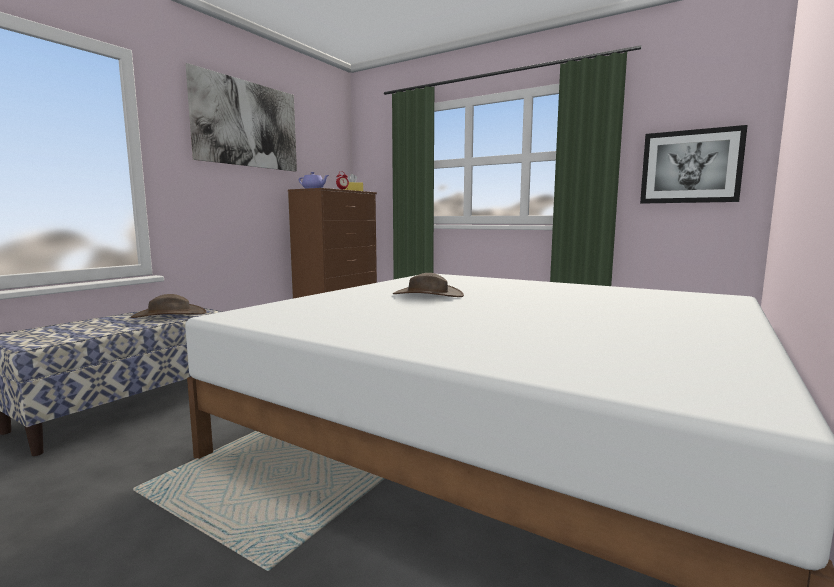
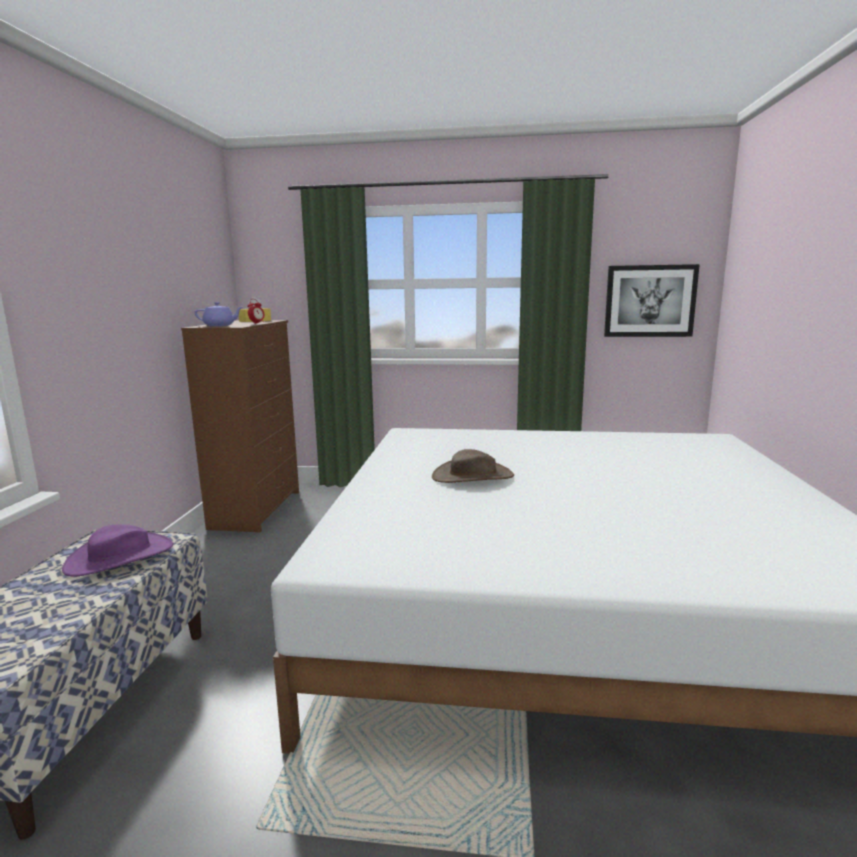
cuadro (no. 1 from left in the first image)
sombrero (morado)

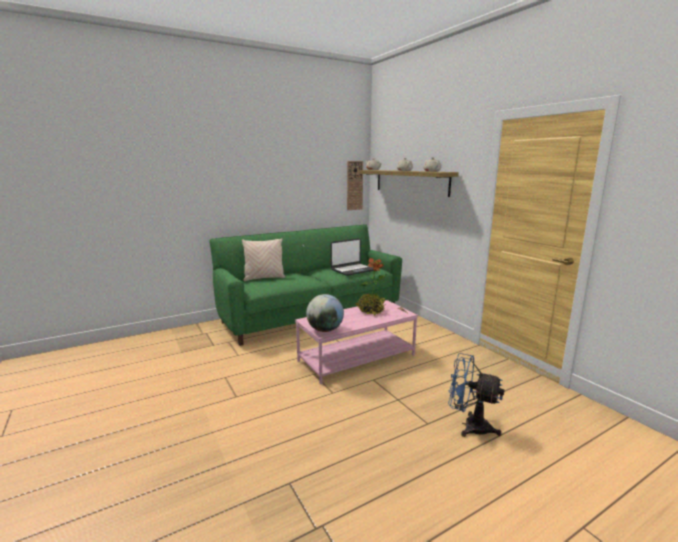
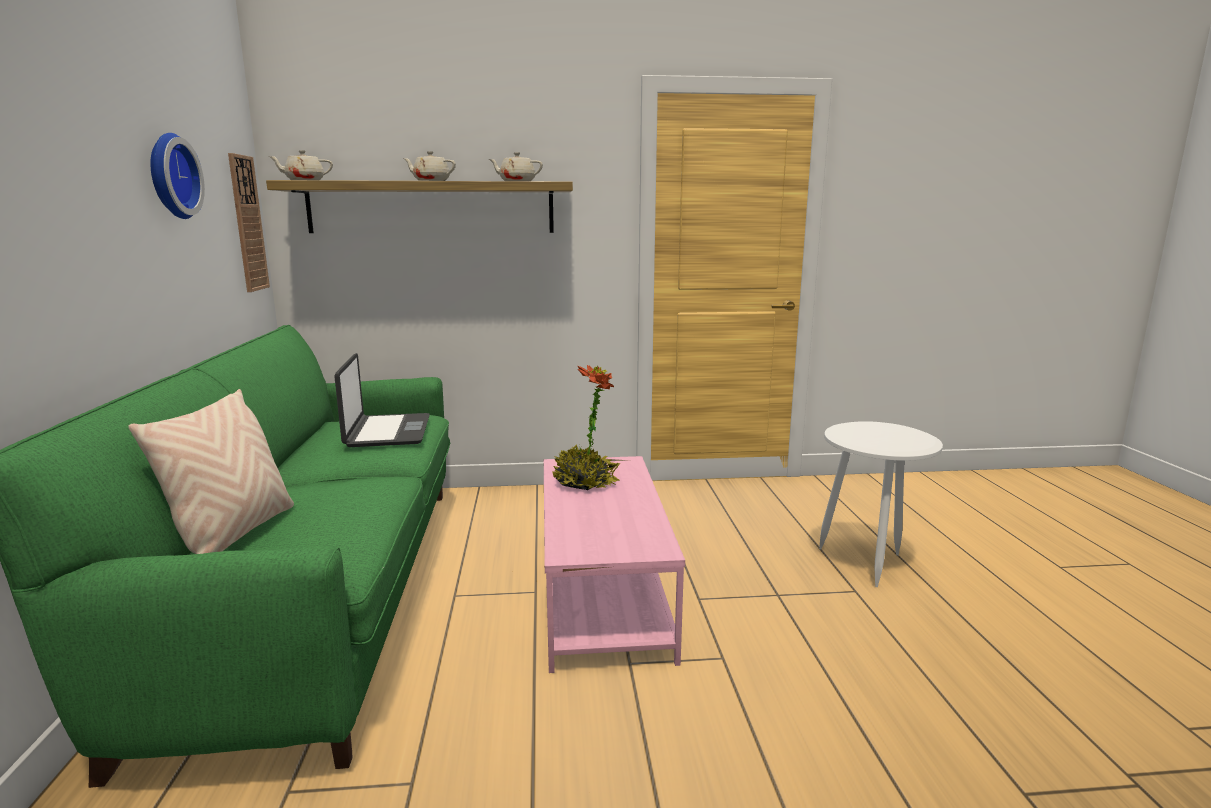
globo terráqueo
reloj de pared (no. 1 from left)
mesa auxiliar (blanco)

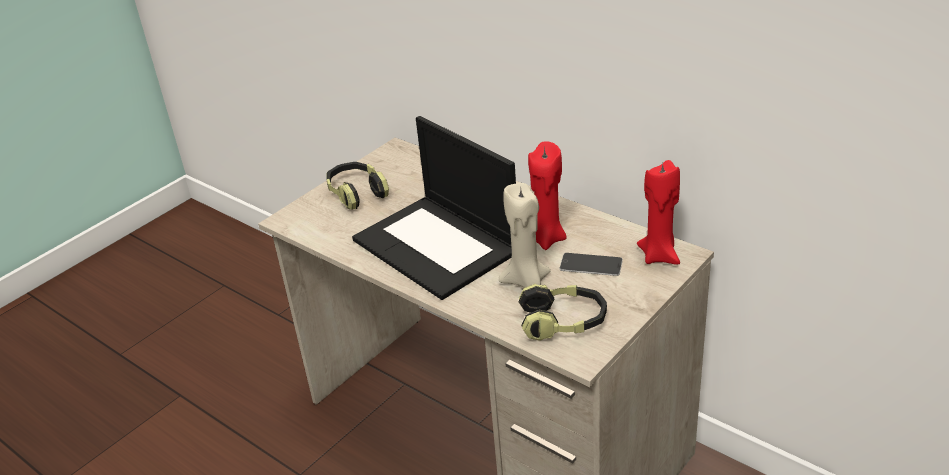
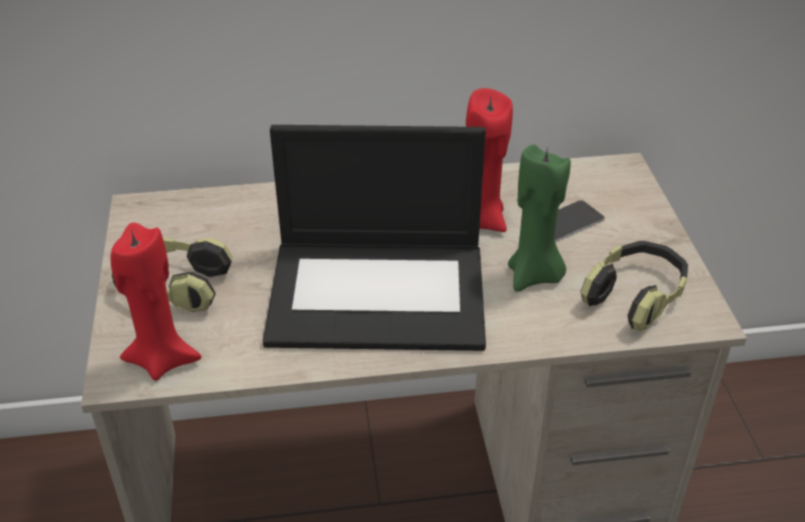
vela (rojo) (no. 1 from left)
vela (verde)

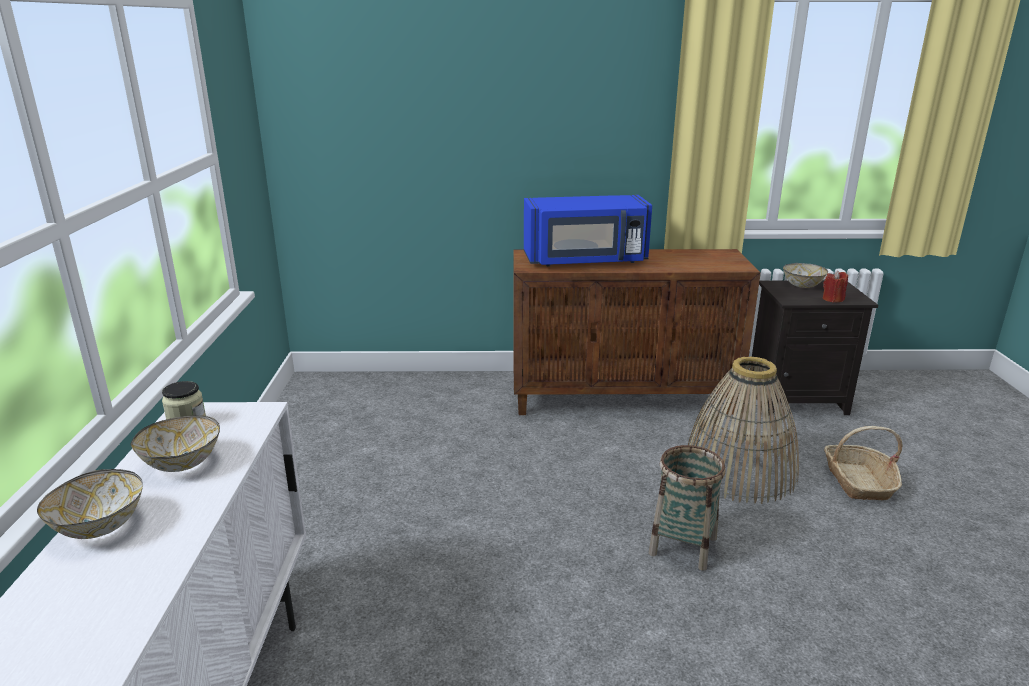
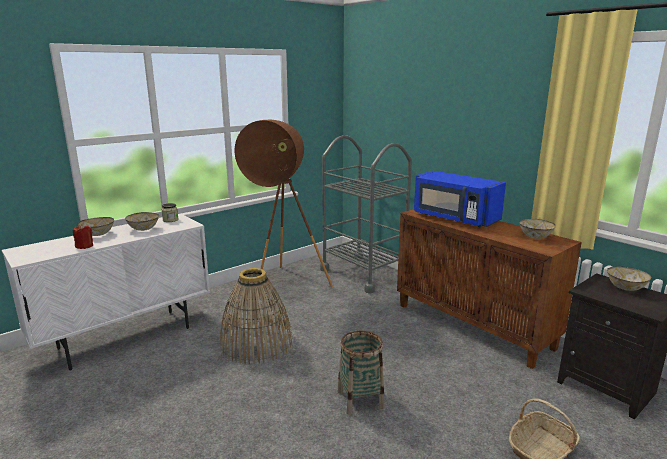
lámpara de pie (marrón)
carrito (gris)
cuenco (no. 3 from left)
cesta (no. 1 from left)
vela (rojo)

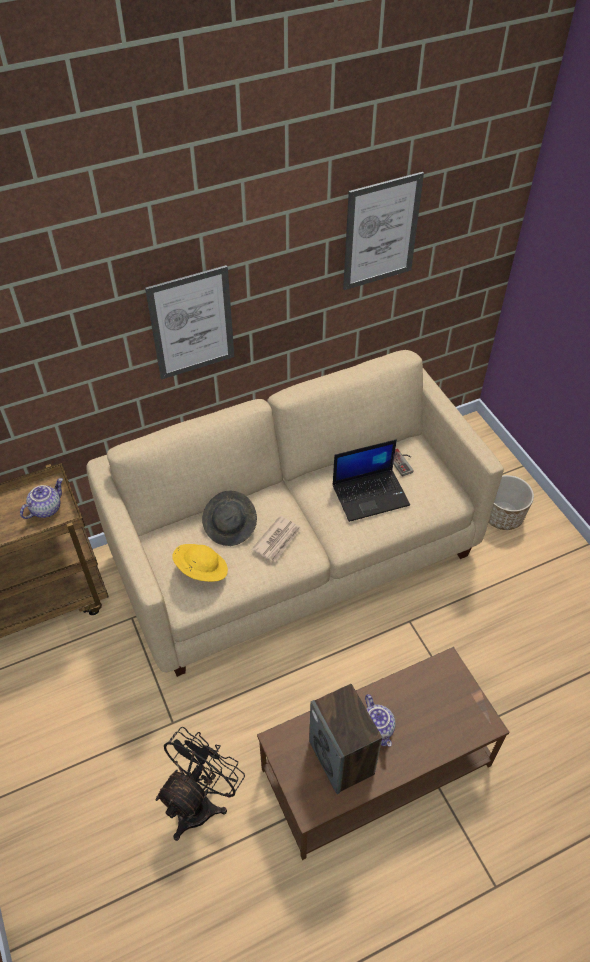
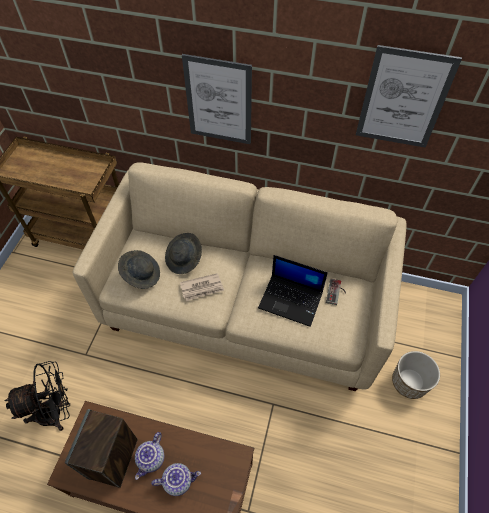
tetera (no. 2 from left)
sombrero (gris) (no. 1 from left)

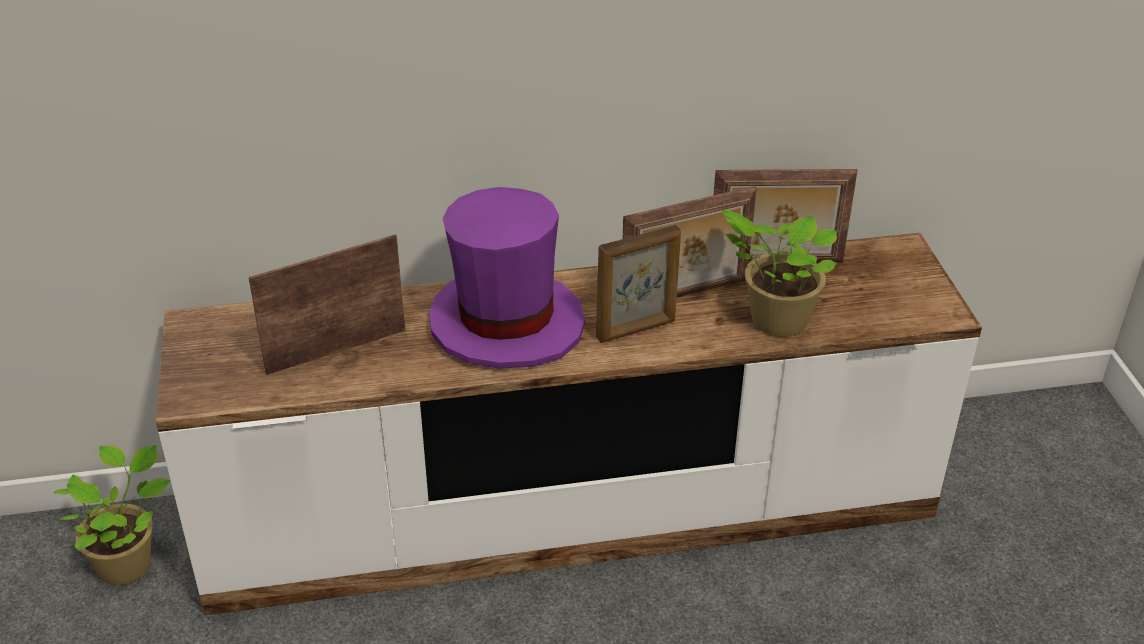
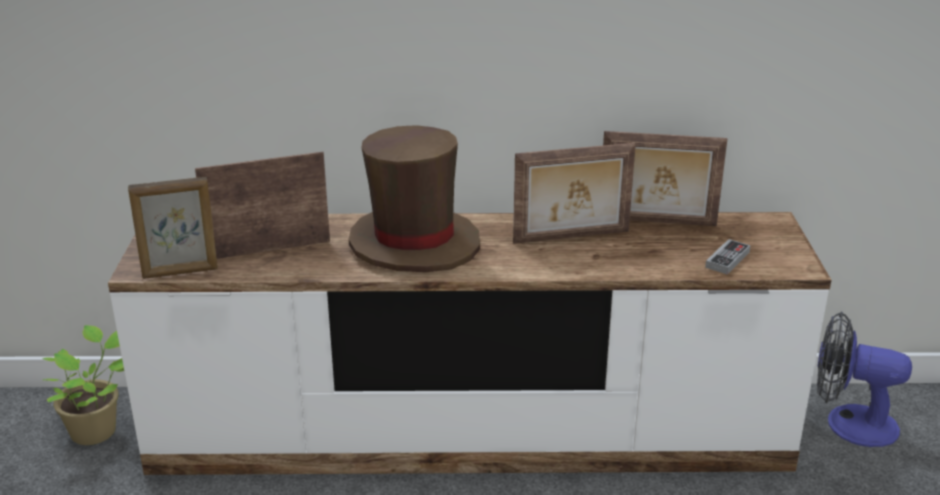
planta en maceta (no. 2 from left in the first image)
mando de consola
ventilador
portarretratos (no. 1 from left)
sombrero (marrón)

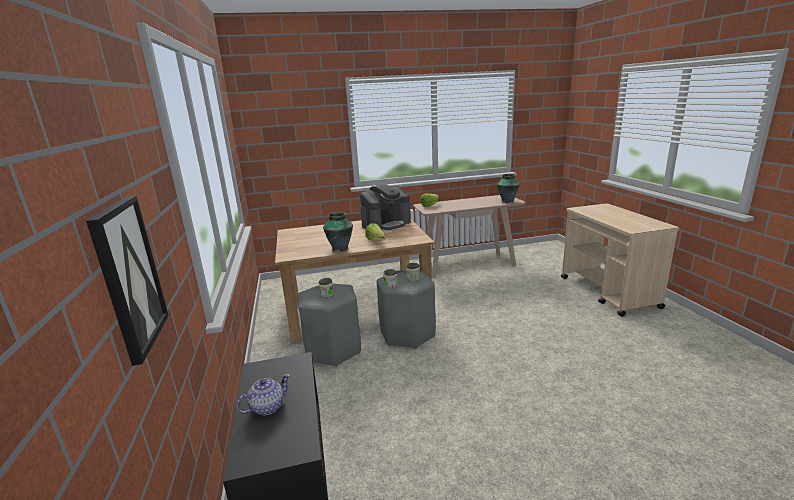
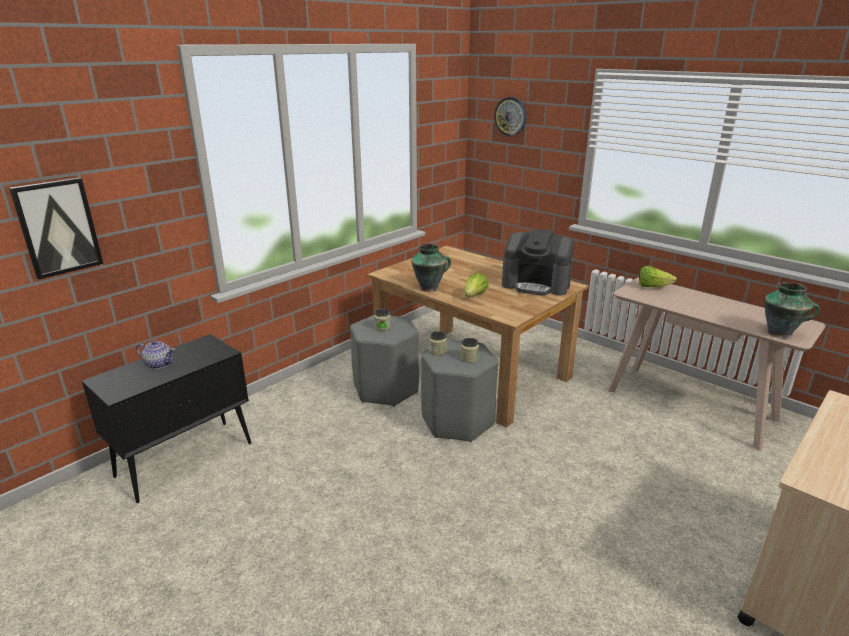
reloj de pared

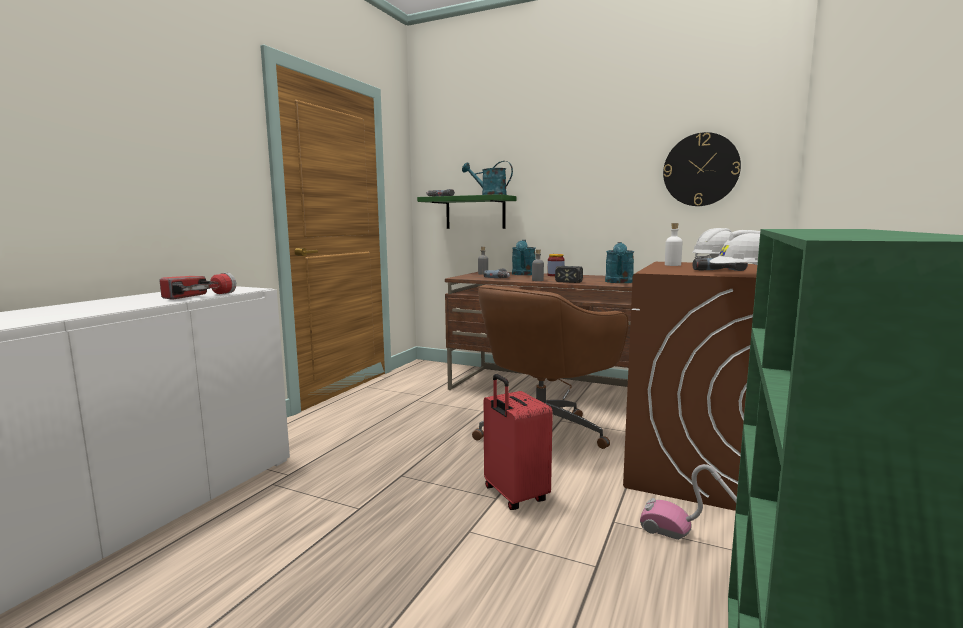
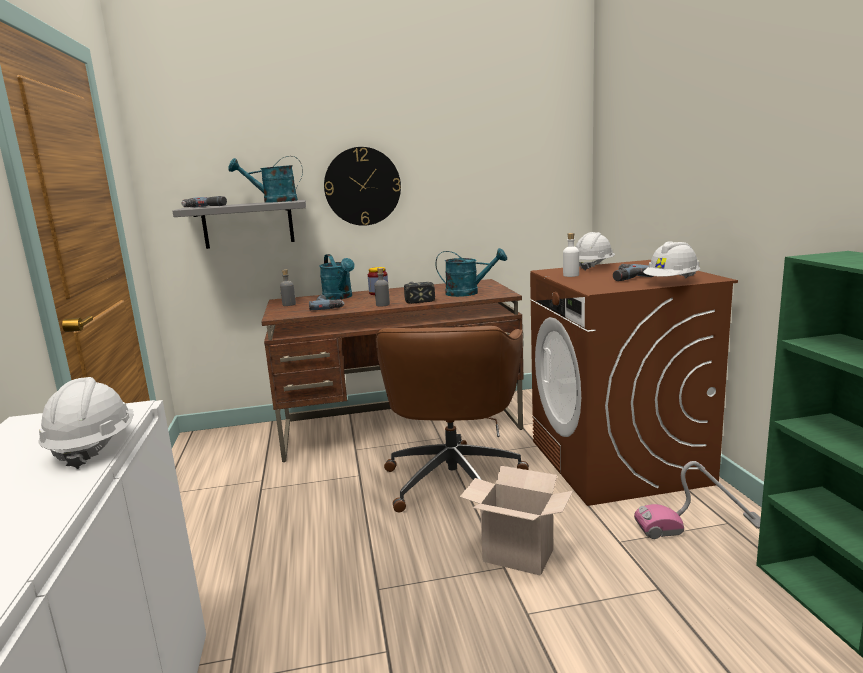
reloj de pared
casco (blanco) (no. 1 from left)
caja de cartón
estante (gris)
regadera (turquesa) (no. 3 from left)

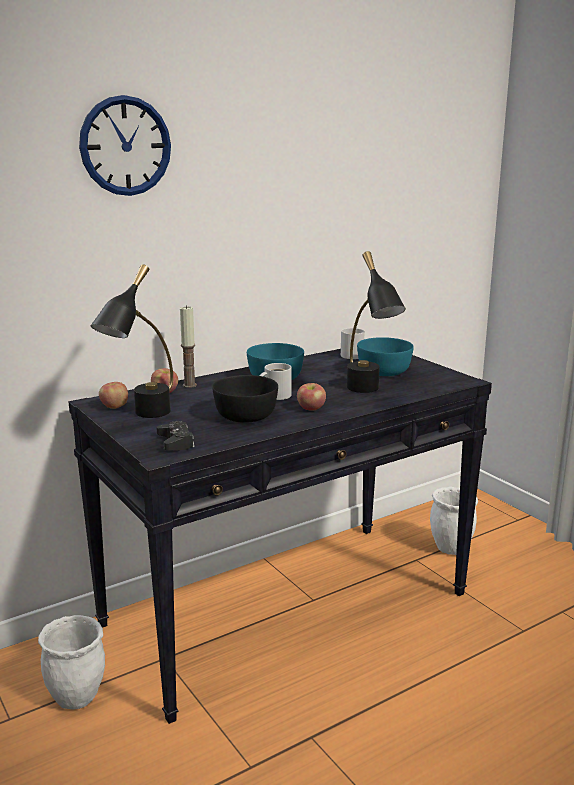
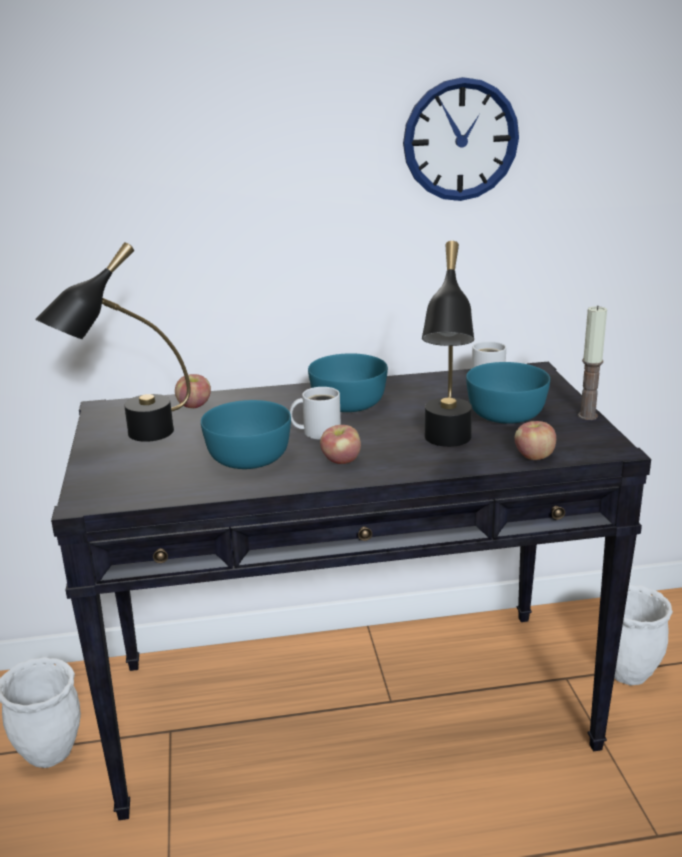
mando de consola (negro)
reloj de pared
manzana (no. 3 from left)
vela
cuenco (turquesa) (no. 1 from left)

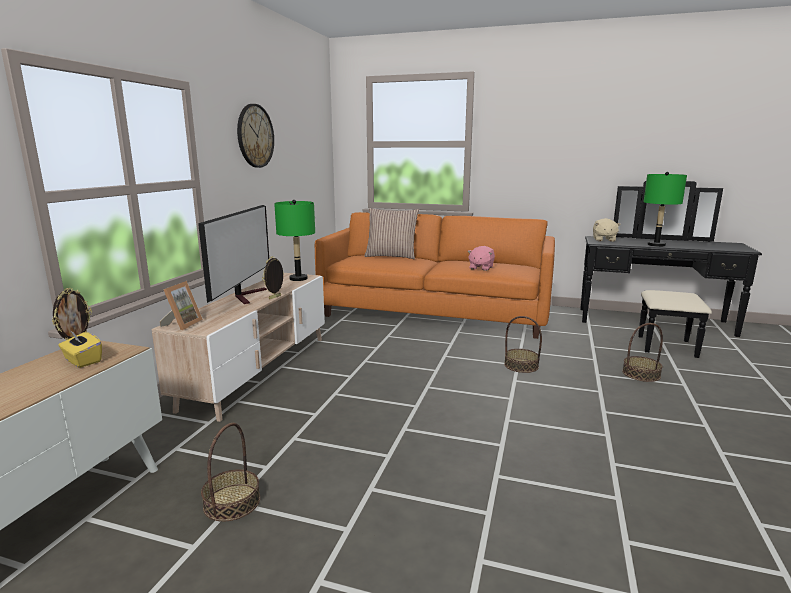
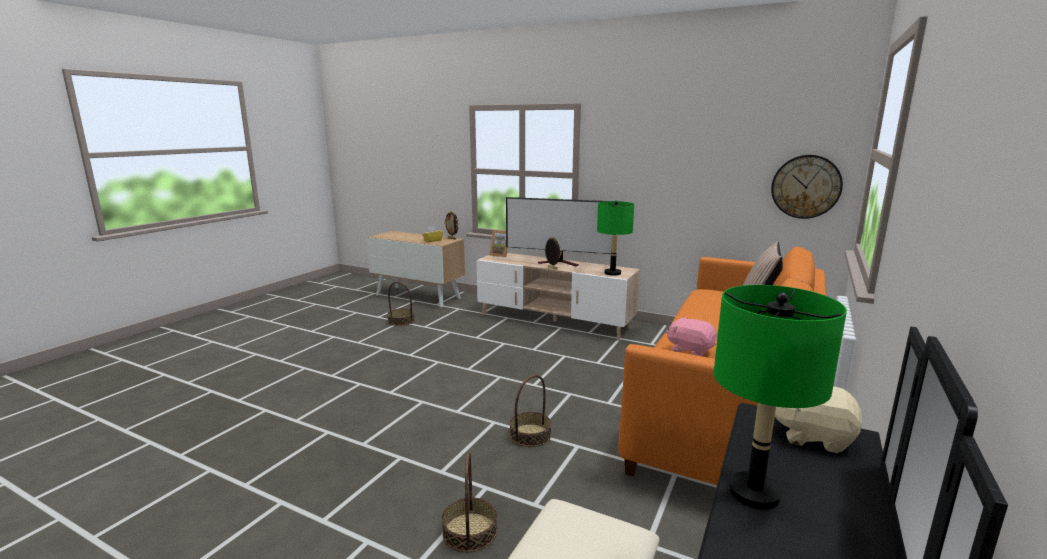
reloj de pared

